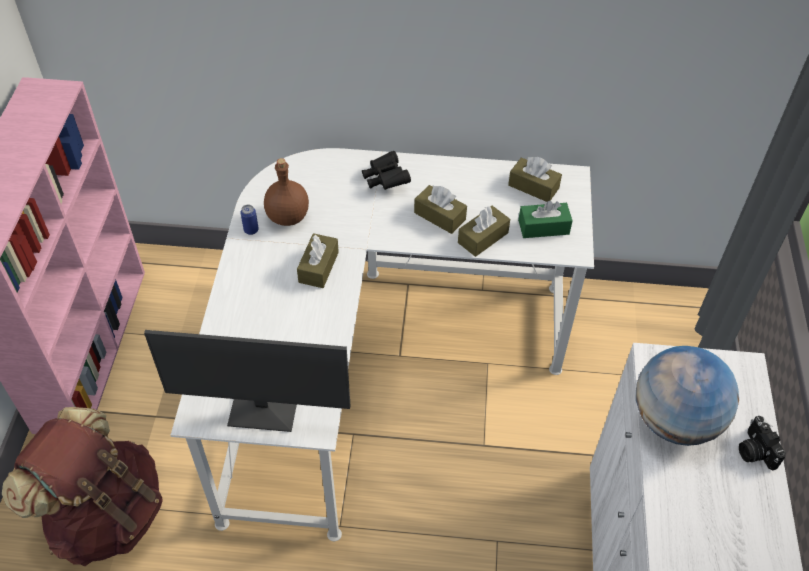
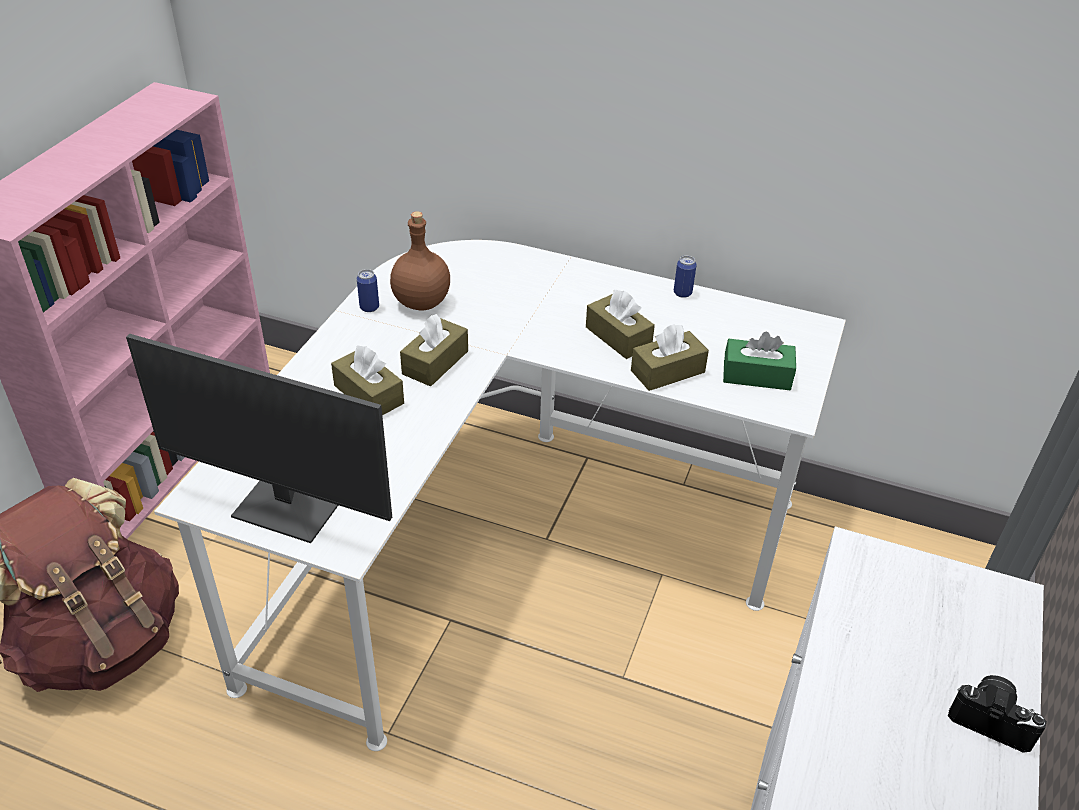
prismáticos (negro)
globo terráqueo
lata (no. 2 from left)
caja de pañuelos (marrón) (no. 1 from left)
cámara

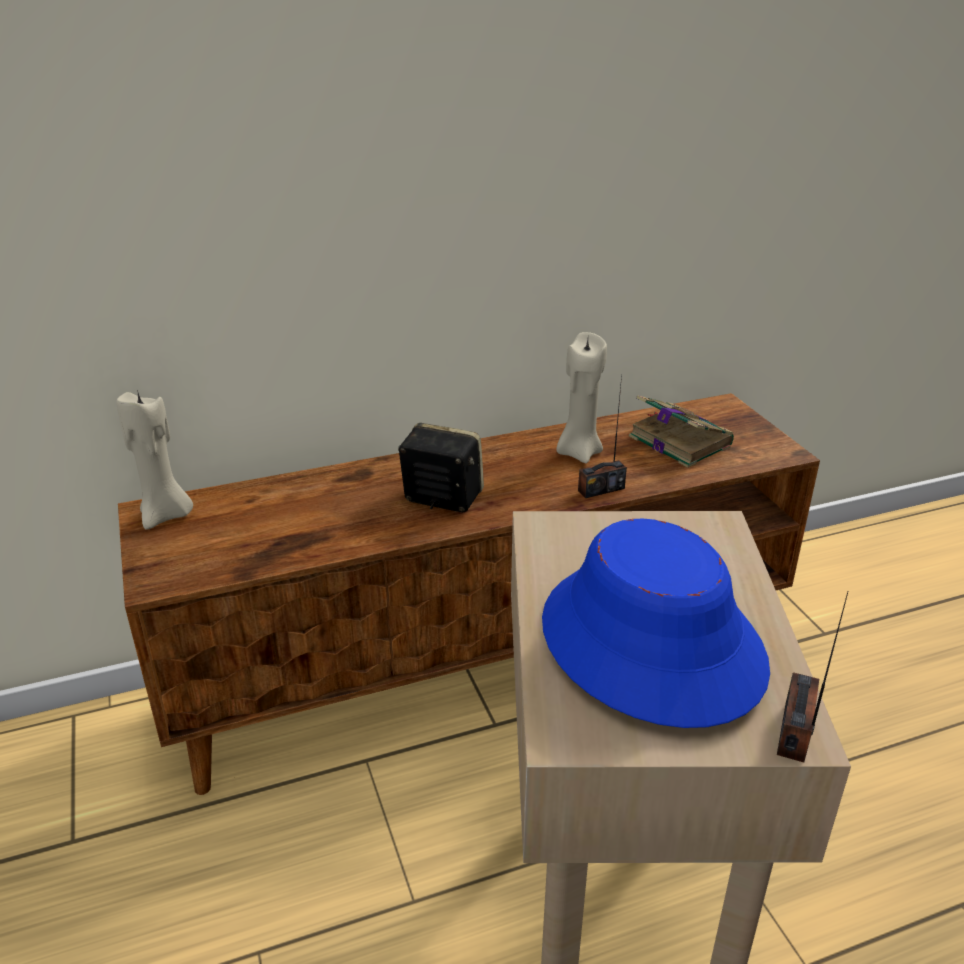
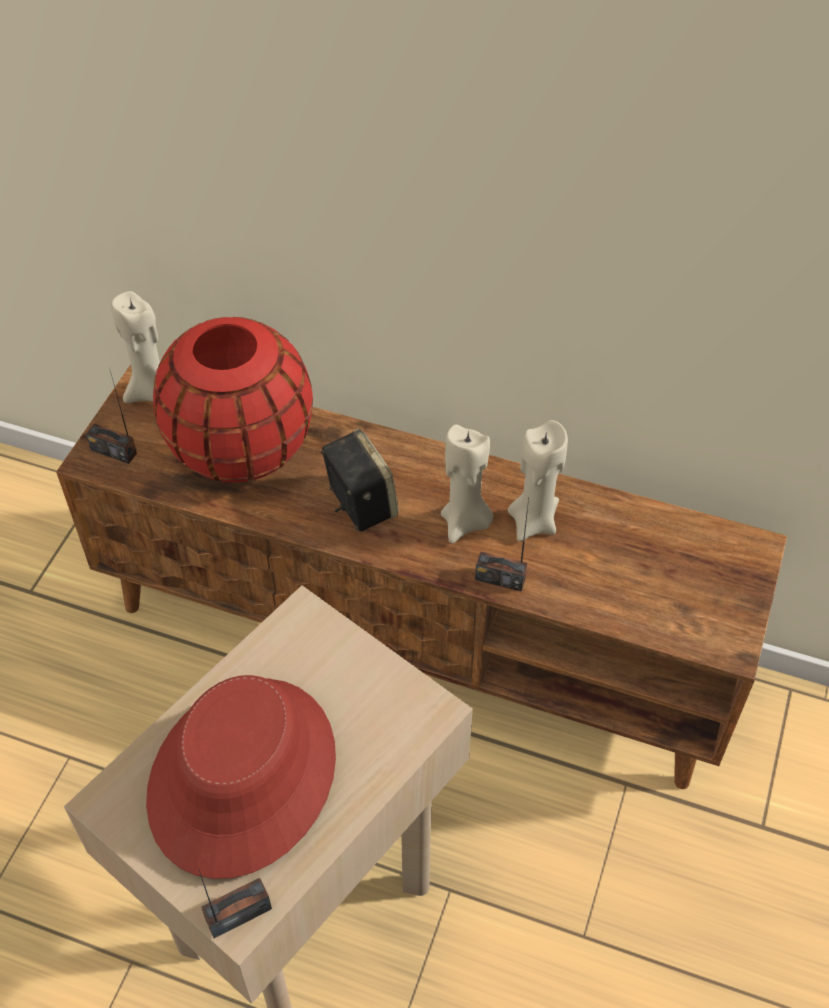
libro
radio (no. 1 from left)
florero (rojo)
vela (beis) (no. 2 from left)
sombrero (rojo)

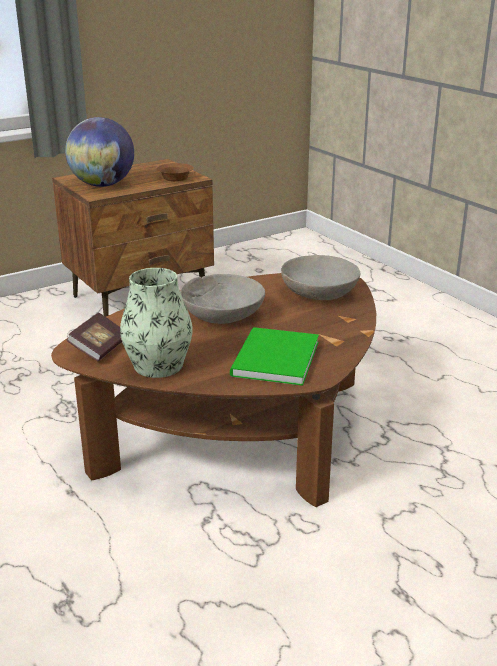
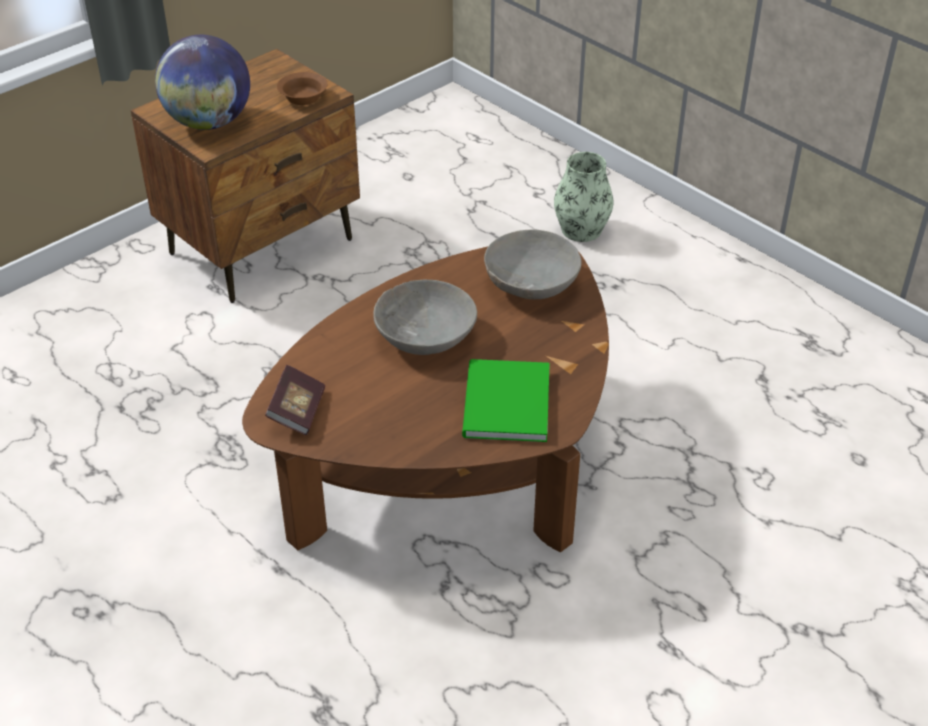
florero

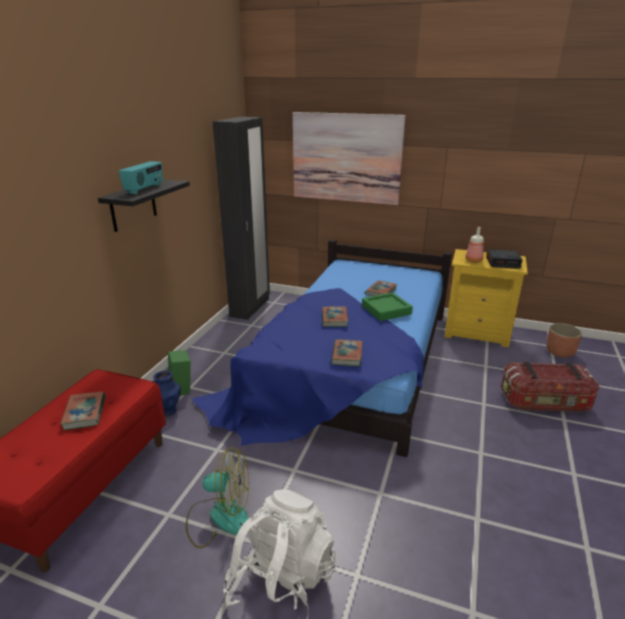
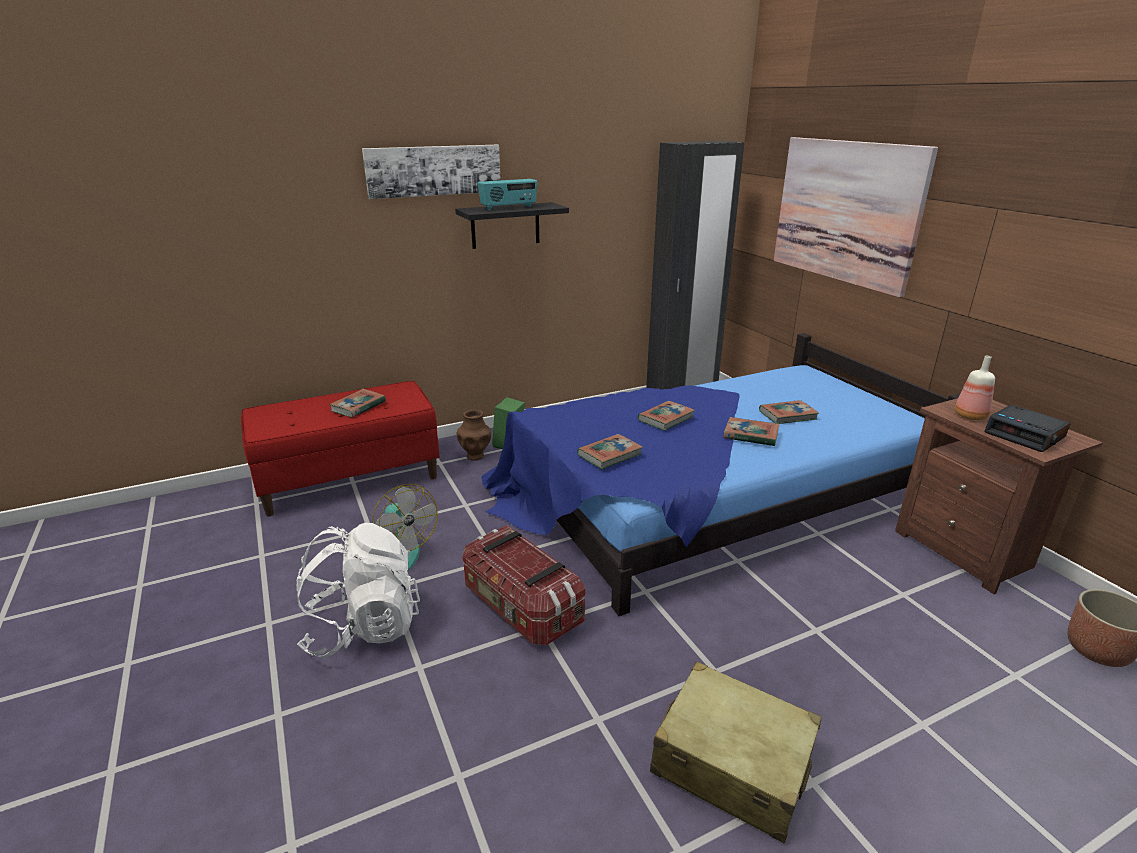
cuadro (no. 1 from left)
maleta (beis)
caja de almacenaje
libro (no. 4 from left)
florero (marrón)
mesita de noche (marrón)

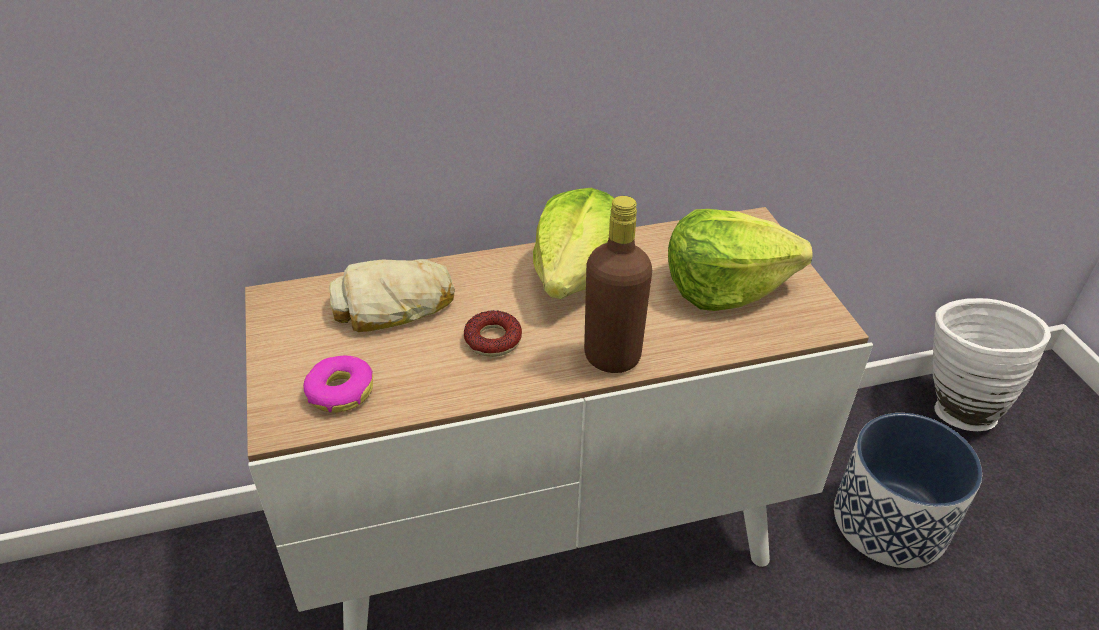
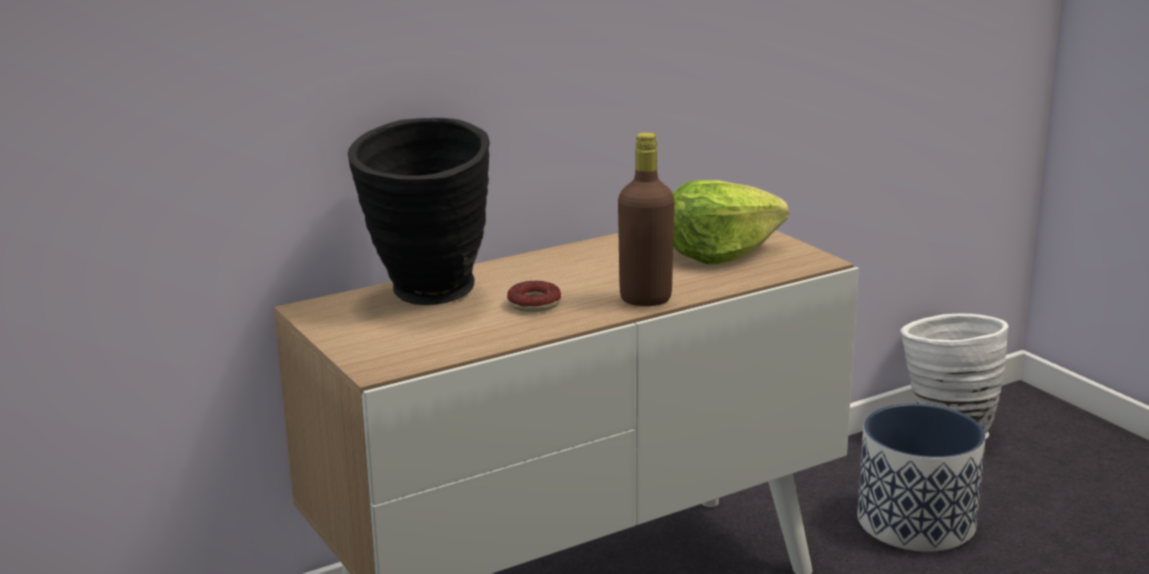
rosquilla (no. 1 from left in the first image)
lechuga (no. 1 from left in the first image)
florero (negro)

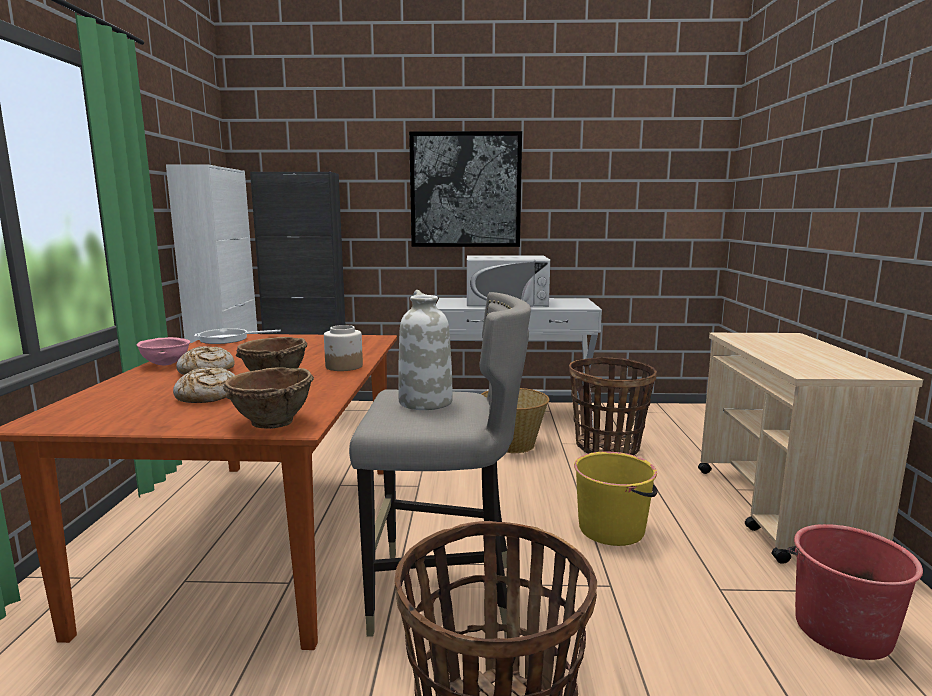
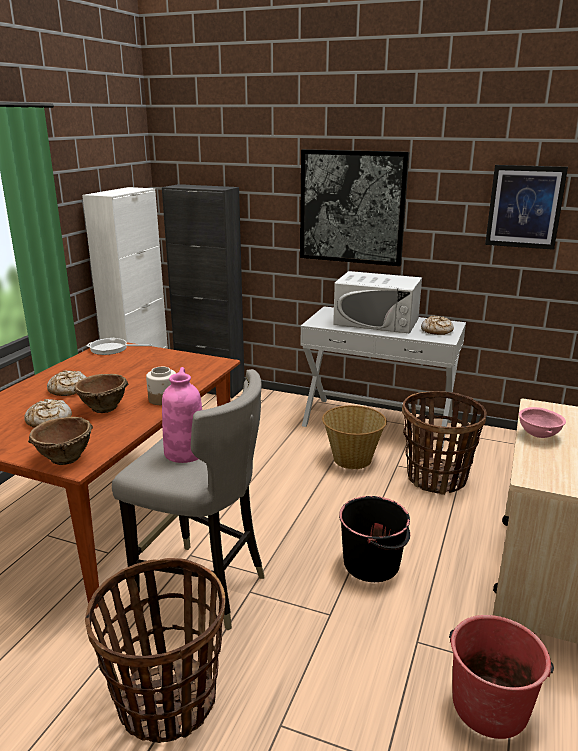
pan (no. 3 from left)
cuadro (no. 2 from left)
cuenco (rosa)
florero (rosa)
cubo (negro)

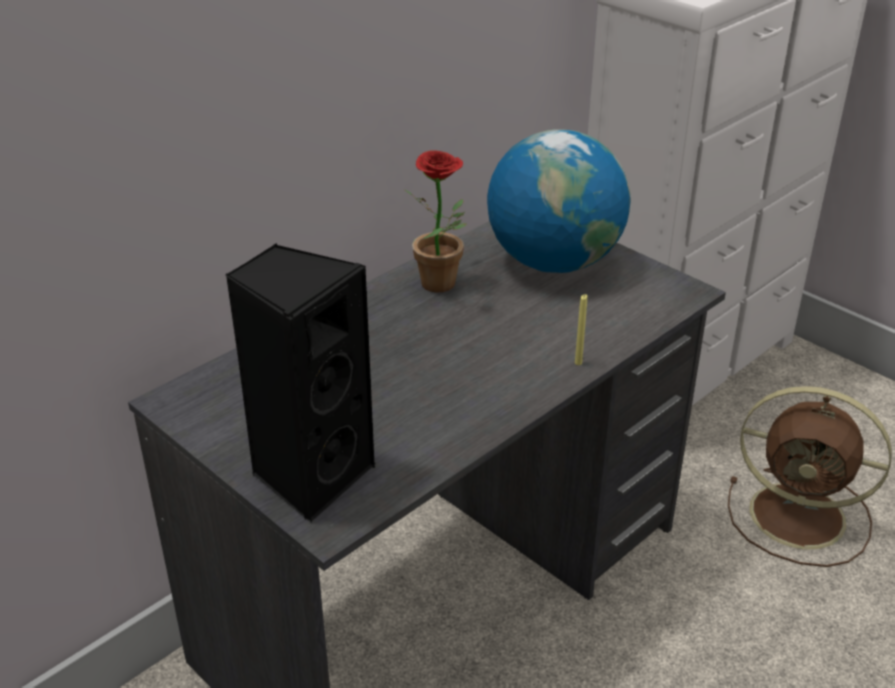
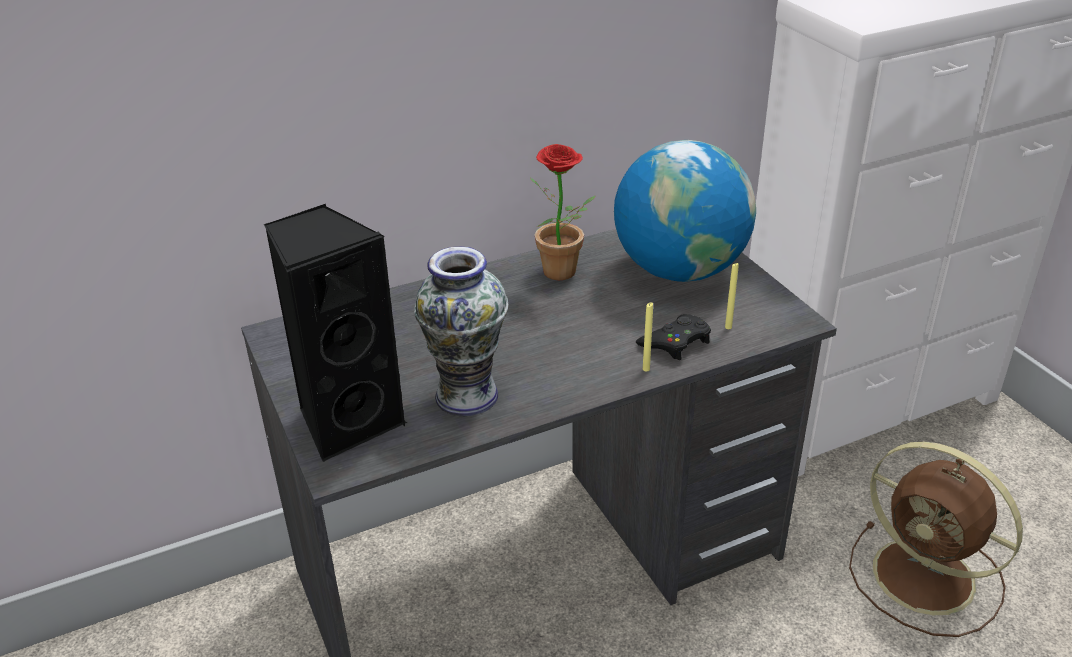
florero
mando de consola (negro)
vela (amarillo) (no. 2 from left)

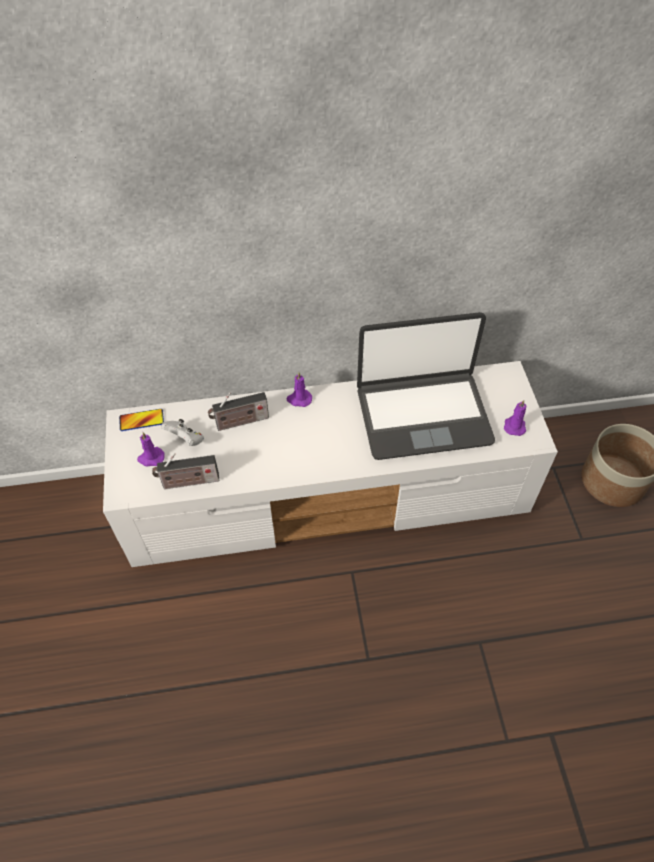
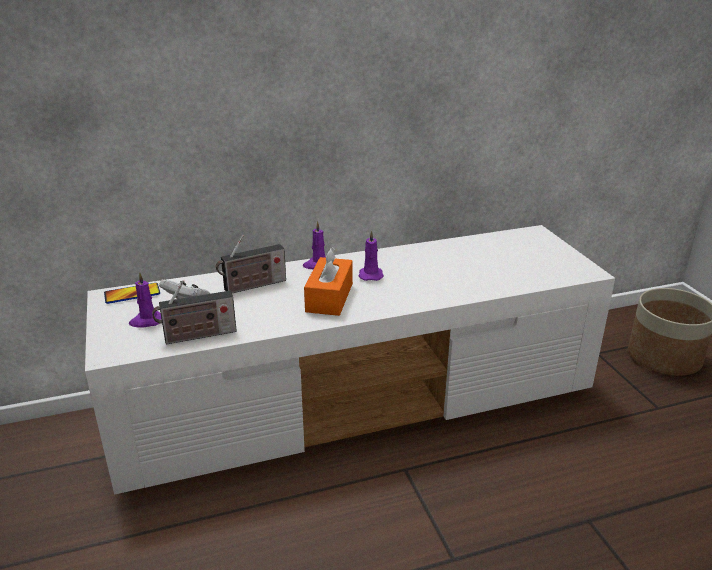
portátil
caja de pañuelos (naranja)
vela (morado) (no. 3 from left)

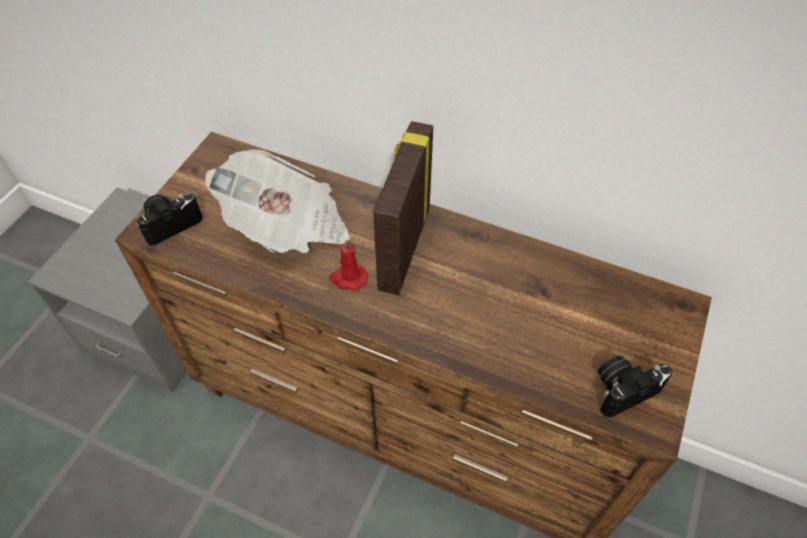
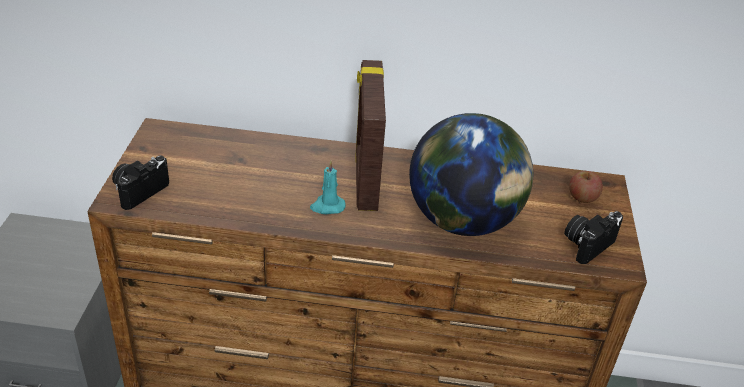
periódico
globo terráqueo
manzana
vela (turquesa)

